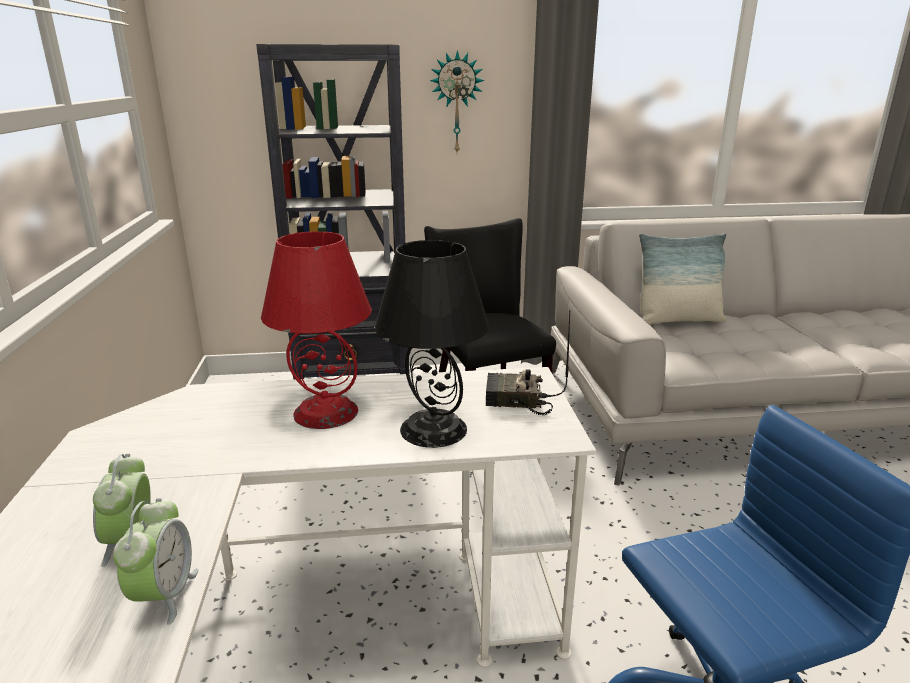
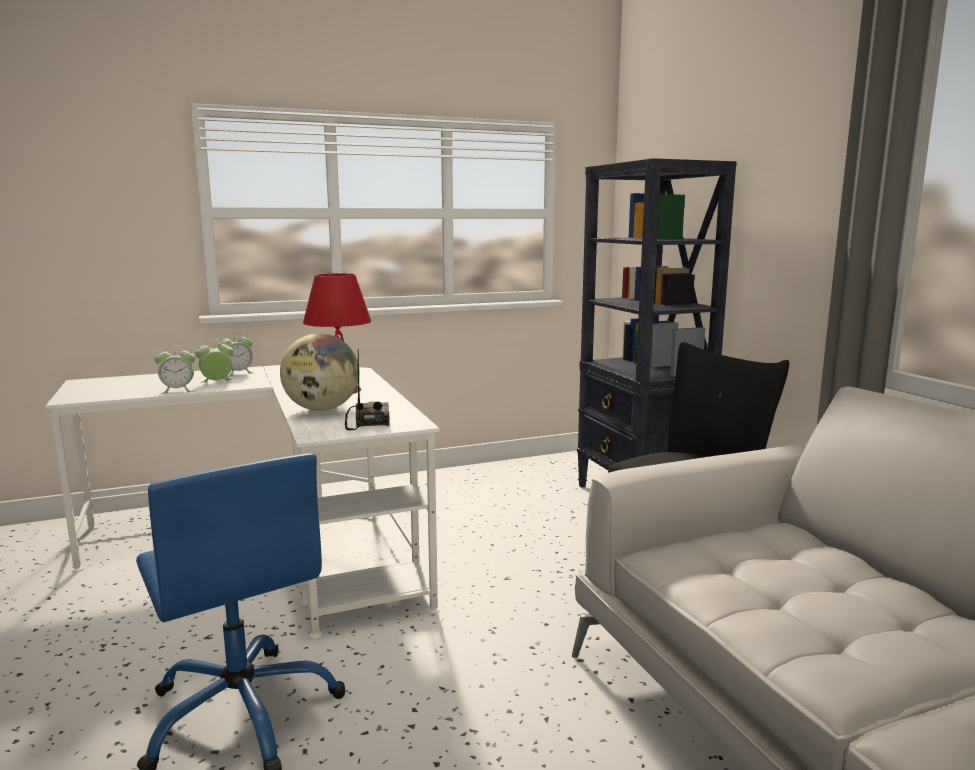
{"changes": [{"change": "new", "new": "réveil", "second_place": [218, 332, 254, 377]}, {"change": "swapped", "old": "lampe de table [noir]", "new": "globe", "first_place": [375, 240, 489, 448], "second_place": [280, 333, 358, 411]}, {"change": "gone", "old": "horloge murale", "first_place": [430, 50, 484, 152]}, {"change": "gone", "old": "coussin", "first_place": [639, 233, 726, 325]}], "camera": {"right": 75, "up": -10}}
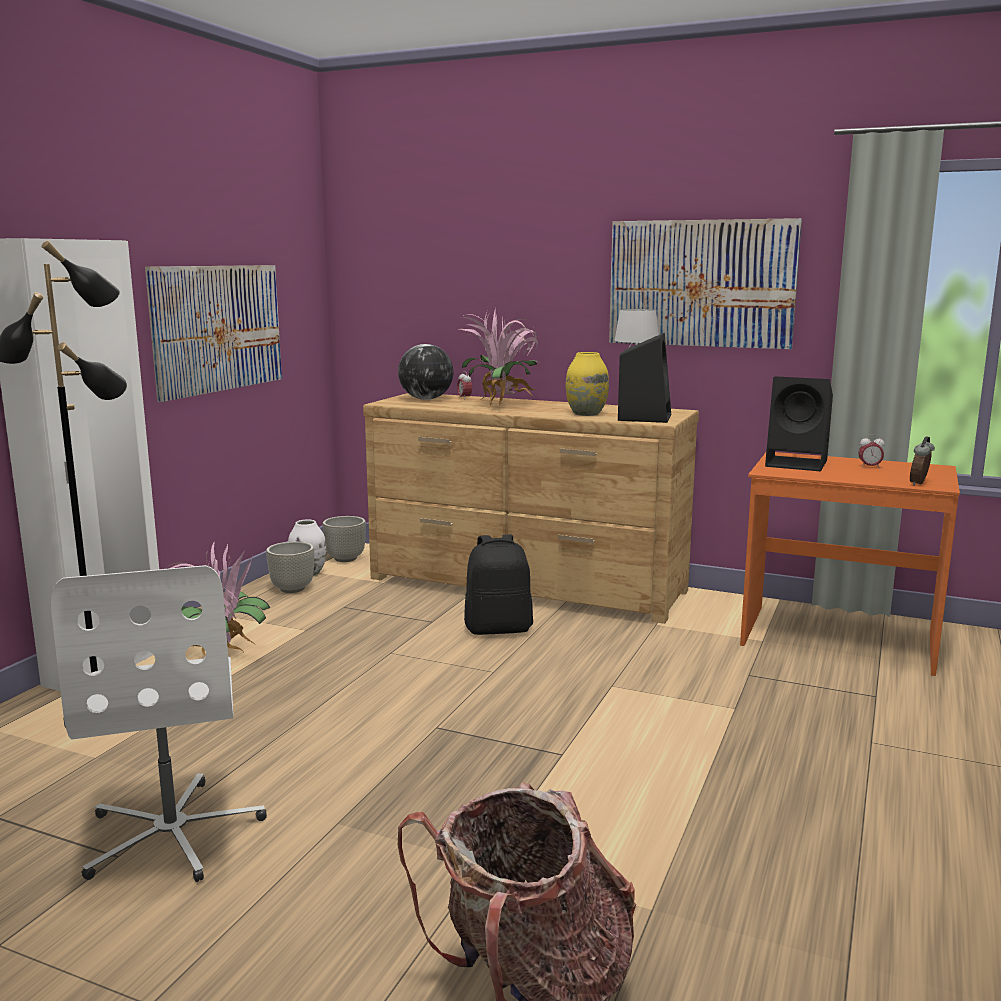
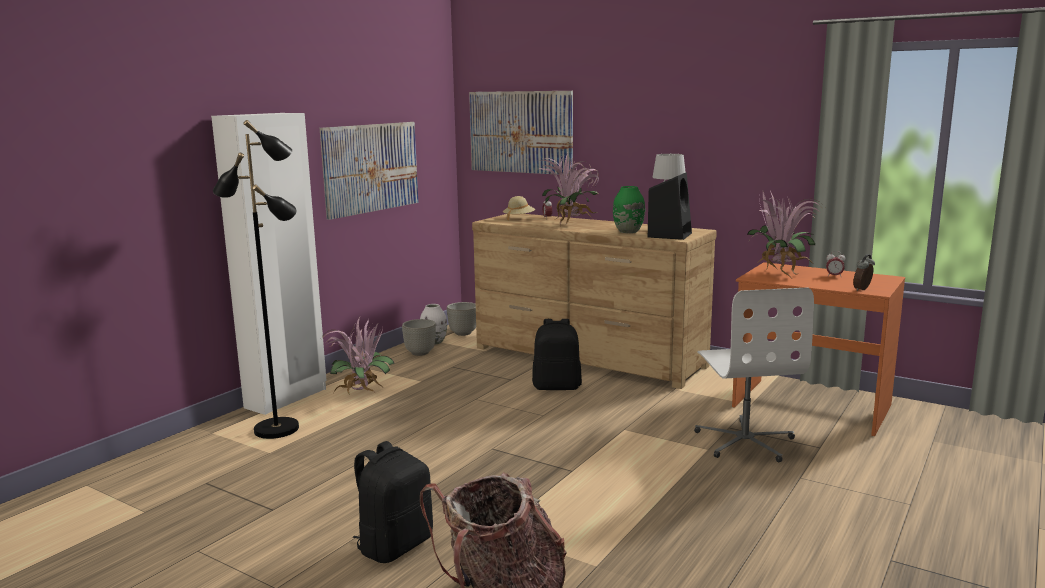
{"changes": [{"change": "new", "new": "sac à dos [noir]", "second_place": [353, 441, 433, 563]}, {"change": "shifted", "old": "tableau", "first_place": [609, 218, 802, 349], "second_place": [469, 91, 573, 175]}, {"change": "swapped", "old": "globe", "new": "chapeau [beige]", "first_place": [398, 344, 453, 400], "second_place": [503, 196, 535, 221]}, {"change": "repainted", "old": "vase [jaune]", "new": "vase [vert]", "first_place": [566, 352, 609, 416], "second_place": [613, 186, 645, 233]}, {"change": "shifted", "old": "chaise de bureau [blanc]", "first_place": [51, 565, 267, 882], "second_place": [694, 287, 814, 462]}, {"change": "swapped", "old": "enceinte [noir]", "new": "plante en pot", "first_place": [765, 376, 833, 471], "second_place": [747, 191, 824, 277]}], "camera": {"right": 10, "up": 0}}
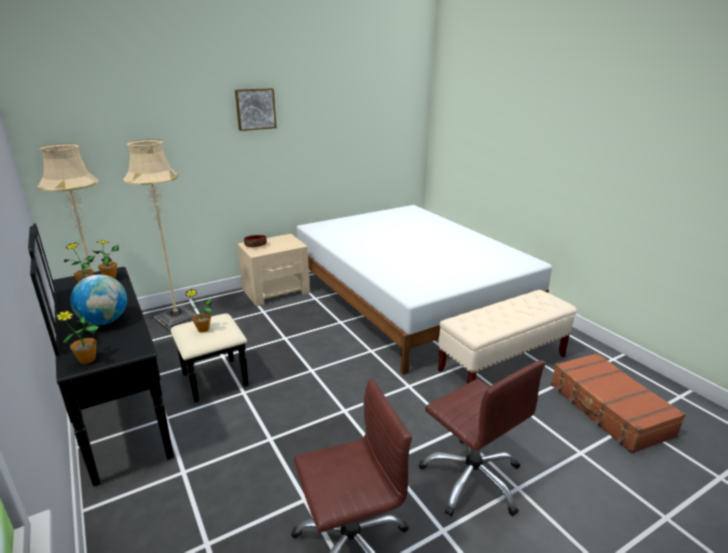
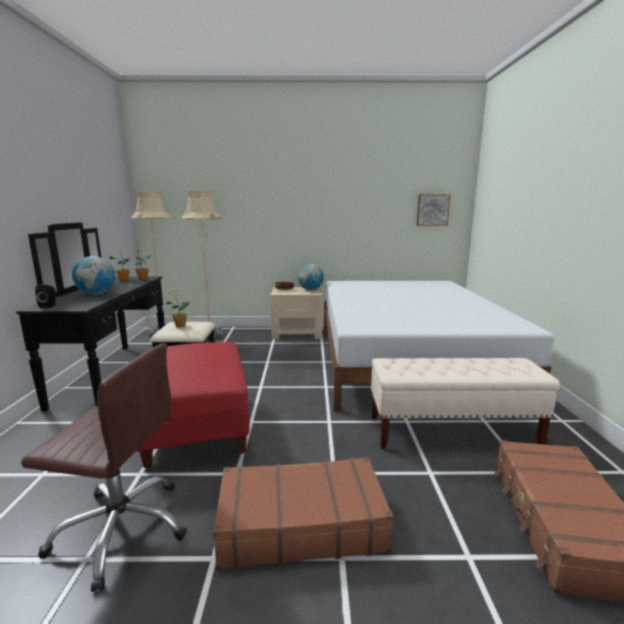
{"changes": [{"change": "swapped", "old": "plante en pot", "new": "enceinte [noir]", "first_place": [55, 311, 99, 364], "second_place": [35, 285, 56, 308]}, {"change": "new", "new": "pouf [rouge]", "second_place": [137, 342, 250, 469]}, {"change": "swapped", "old": "chaise de bureau [marron]", "new": "valise [marron]", "first_place": [419, 360, 545, 517], "second_place": [213, 457, 393, 570]}, {"change": "new", "new": "globe", "second_place": [298, 264, 324, 290]}, {"change": "shifted", "old": "tableau", "first_place": [235, 88, 277, 131], "second_place": [417, 194, 451, 226]}], "camera": {"right": 30, "up": -10}}
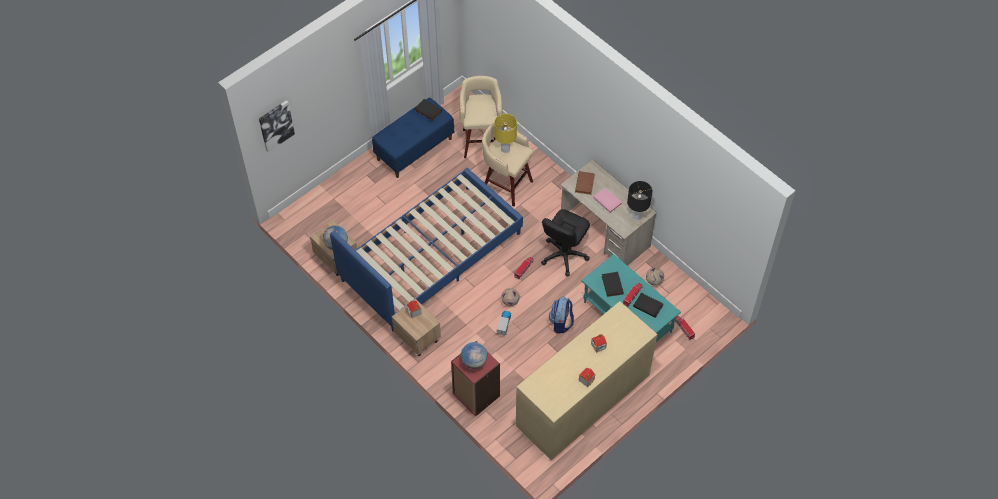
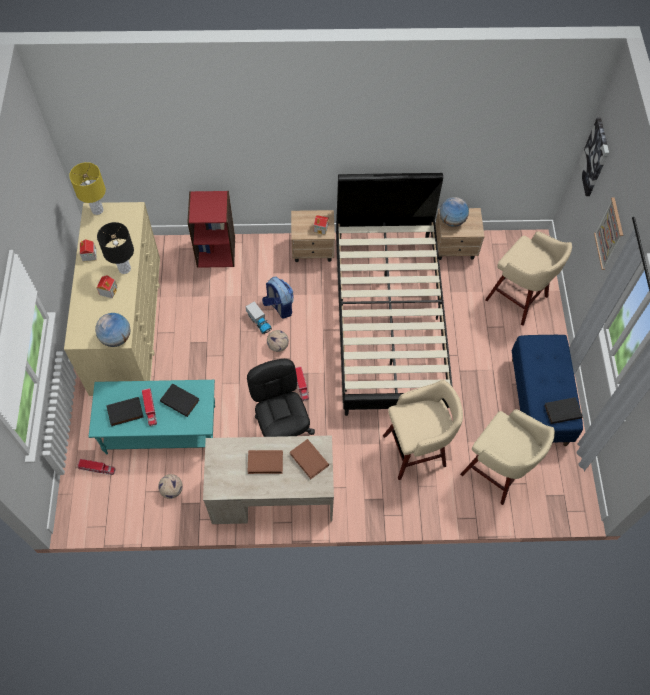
{"changes": [{"change": "shifted", "old": "lampe de table [jaune]", "first_place": [494, 114, 517, 153], "second_place": [69, 162, 106, 215]}, {"change": "shifted", "old": "globe", "first_place": [461, 342, 488, 369], "second_place": [95, 313, 130, 347]}, {"change": "shifted", "old": "lampe de table [noir]", "first_place": [627, 181, 652, 220], "second_place": [97, 222, 134, 274]}, {"change": "repainted", "old": "livre [rose]", "new": "livre [marron]", "first_place": [593, 188, 622, 213], "second_place": [248, 450, 283, 474]}, {"change": "shifted", "old": "sac à dos", "first_place": [549, 296, 574, 333], "second_place": [262, 277, 294, 319]}, {"change": "repainted", "old": "lit [bleu]", "new": "lit [noir]", "first_place": [330, 168, 523, 331], "second_place": [336, 173, 453, 416]}, {"change": "new", "new": "tabouret [beige]", "second_place": [485, 231, 572, 326]}, {"change": "new", "new": "tableau", "second_place": [594, 197, 623, 270]}], "camera": {"right": 130, "up": 5}}
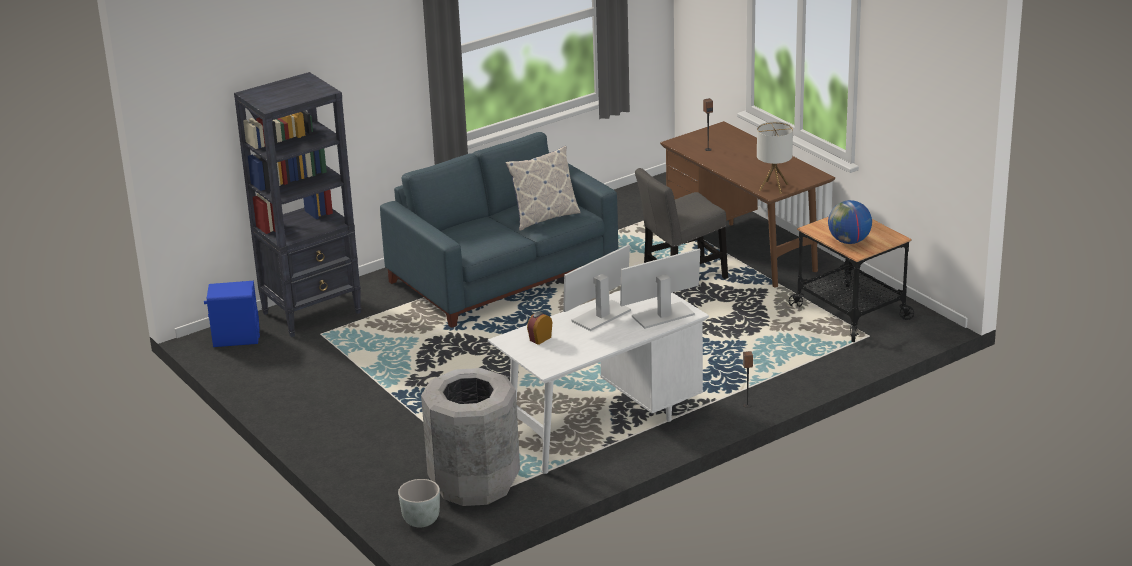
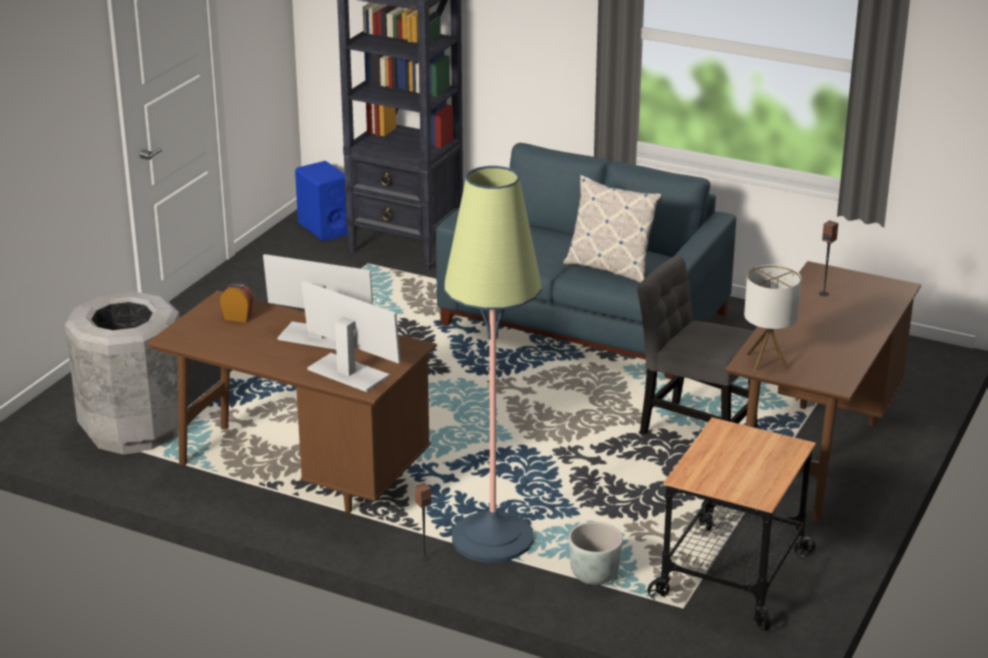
{"changes": [{"change": "repainted", "old": "bureau [blanc]", "new": "bureau [marron]", "first_place": [488, 290, 709, 474], "second_place": [147, 290, 436, 514]}, {"change": "new", "new": "lampadaire", "second_place": [444, 166, 542, 563]}, {"change": "shifted", "old": "cache-pot [gris]", "first_place": [398, 479, 440, 527], "second_place": [569, 522, 623, 585]}, {"change": "gone", "old": "globe", "first_place": [828, 200, 872, 244]}], "camera": {"right": 60, "up": 0}}
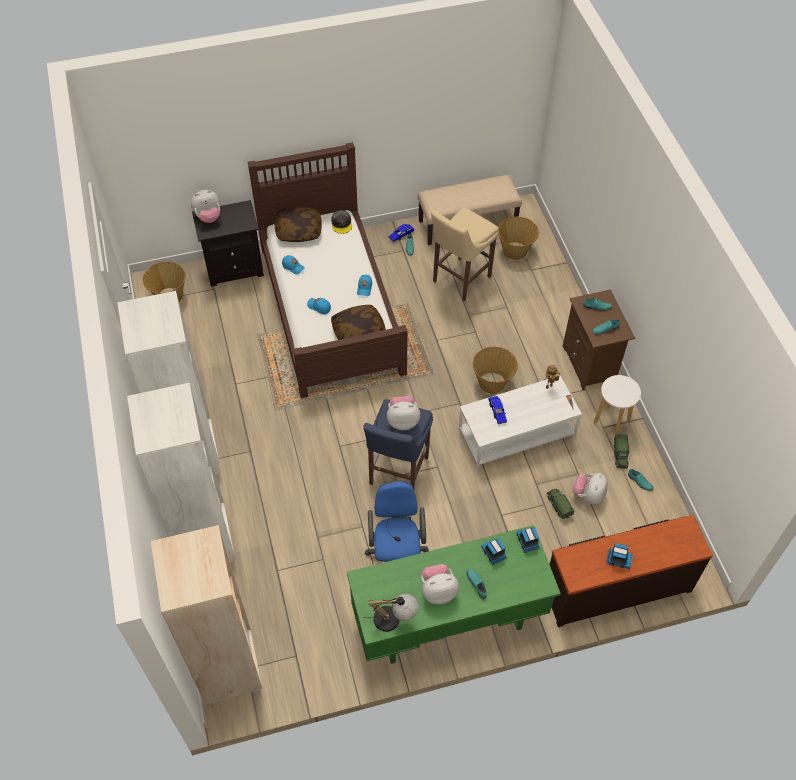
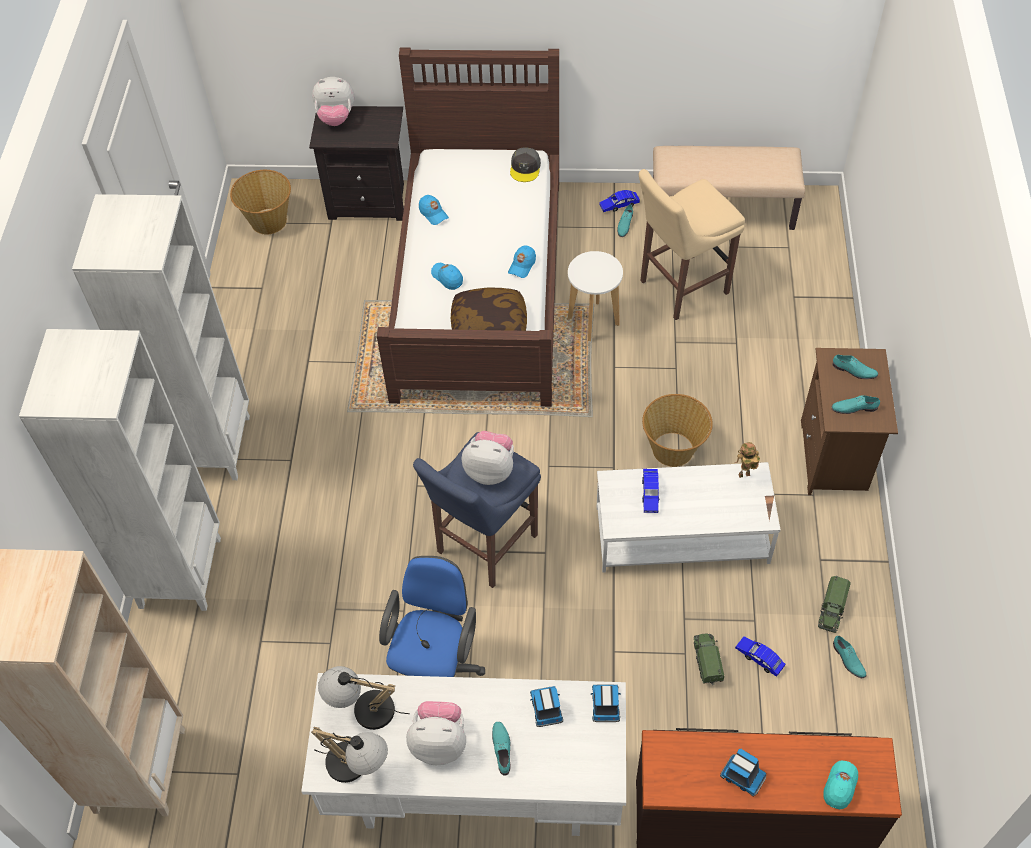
{"changes": [{"change": "repainted", "old": "bureau [vert]", "new": "bureau [blanc]", "first_place": [347, 525, 561, 664], "second_place": [301, 673, 626, 836]}, {"change": "new", "new": "lampe de table", "second_place": [318, 666, 410, 730]}, {"change": "shifted", "old": "tabouret [blanc]", "first_place": [593, 375, 641, 435], "second_place": [568, 251, 623, 341]}, {"change": "swapped", "old": "peluche", "new": "petite voiture [bleu]", "first_place": [573, 473, 607, 505], "second_place": [735, 636, 785, 677]}, {"change": "new", "new": "casquette [turquoise]", "second_place": [823, 760, 858, 810]}, {"change": "gone", "old": "coussin", "first_place": [275, 207, 322, 242]}, {"change": "gone", "old": "panier", "first_place": [498, 217, 539, 260]}], "camera": {"right": 20, "up": 0}}
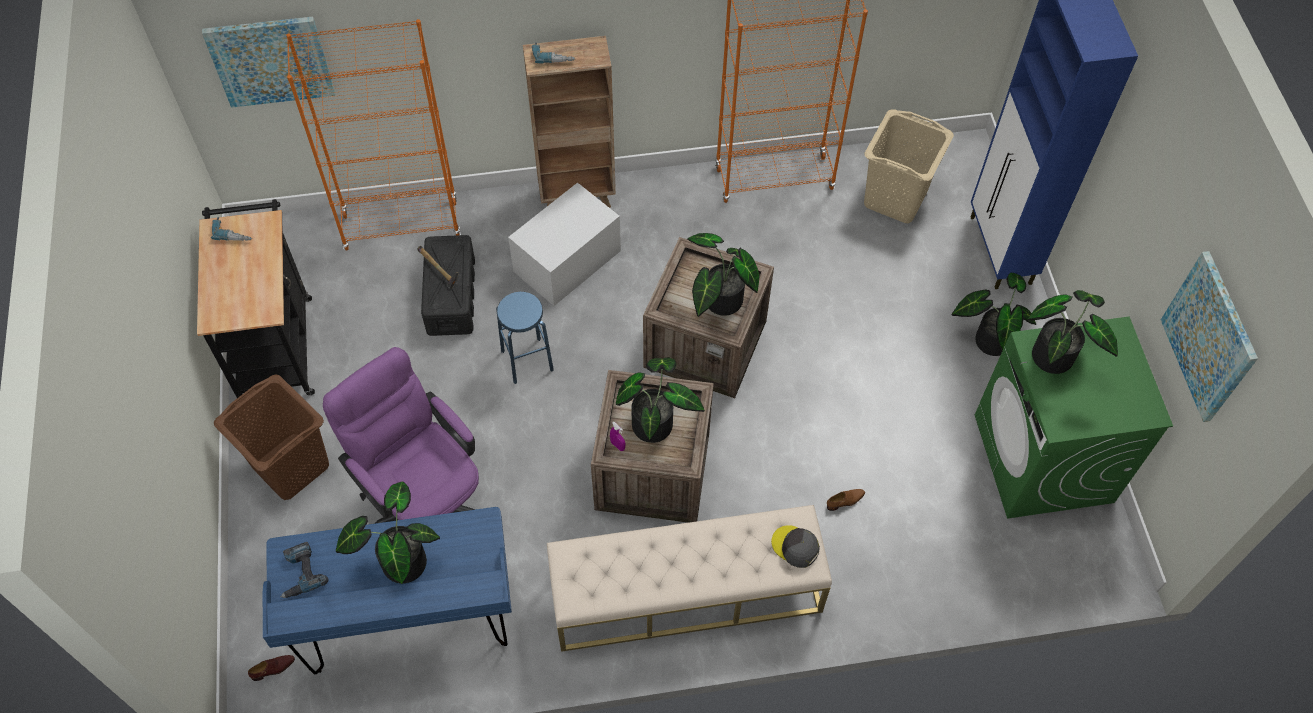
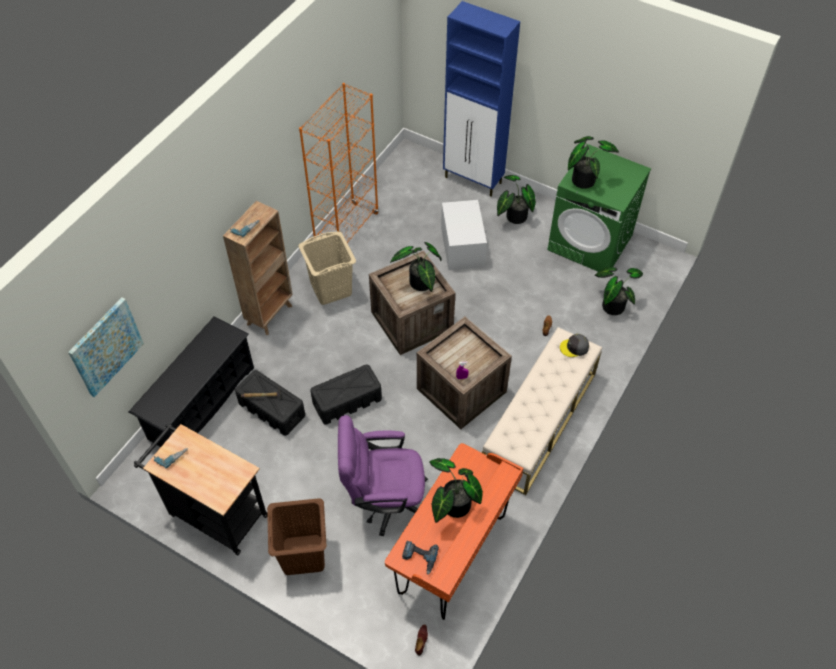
{"changes": [{"change": "swapped", "old": "bibliothèque [orange]", "new": "étagère à chaussures [noir]", "first_place": [286, 19, 461, 251], "second_place": [128, 316, 254, 447]}, {"change": "shifted", "old": "panier à linge [beige]", "first_place": [864, 109, 954, 223], "second_place": [298, 231, 356, 305]}, {"change": "swapped", "old": "tabouret [bleu]", "new": "boîte de rangement [noir]", "first_place": [496, 292, 554, 384], "second_place": [310, 364, 382, 425]}, {"change": "repainted", "old": "bureau [bleu]", "new": "bureau [orange]", "first_place": [263, 507, 512, 674], "second_place": [385, 443, 523, 620]}, {"change": "shifted", "old": "boîte de rangement [blanc]", "first_place": [508, 182, 621, 306], "second_place": [441, 200, 487, 270]}, {"change": "shifted", "old": "plante en pot", "first_place": [616, 357, 705, 443], "second_place": [595, 267, 643, 315]}, {"change": "gone", "old": "tableau", "first_place": [1161, 251, 1258, 422]}], "camera": {"right": -50, "up": -5}}
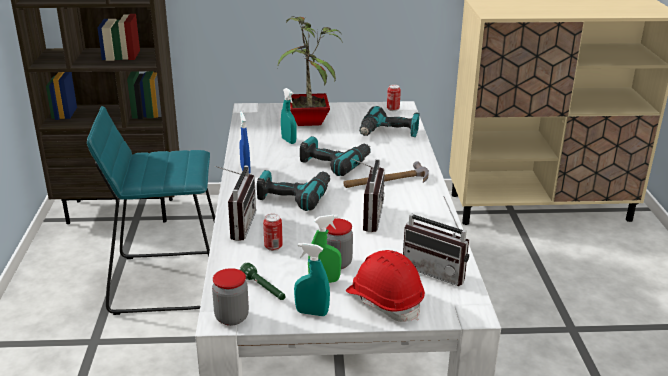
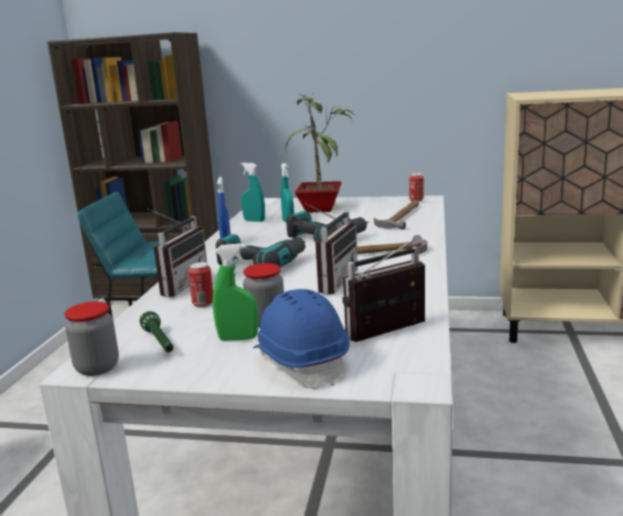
{"changes": [{"change": "shifted", "old": "vaporisateur [turquoise]", "first_place": [294, 243, 330, 316], "second_place": [241, 163, 265, 222]}, {"change": "repainted", "old": "casque de chantier [rouge]", "new": "casque de chantier [bleu]", "first_place": [346, 250, 425, 322], "second_place": [253, 289, 349, 386]}, {"change": "rotated", "old": "radio", "first_place": [403, 196, 469, 286], "second_place": [342, 240, 425, 342], "degrees": 105}, {"change": "swapped", "old": "perceuse", "new": "marteau", "first_place": [359, 106, 419, 137], "second_place": [374, 201, 419, 230]}], "camera": {"right": 15, "up": -10}}
